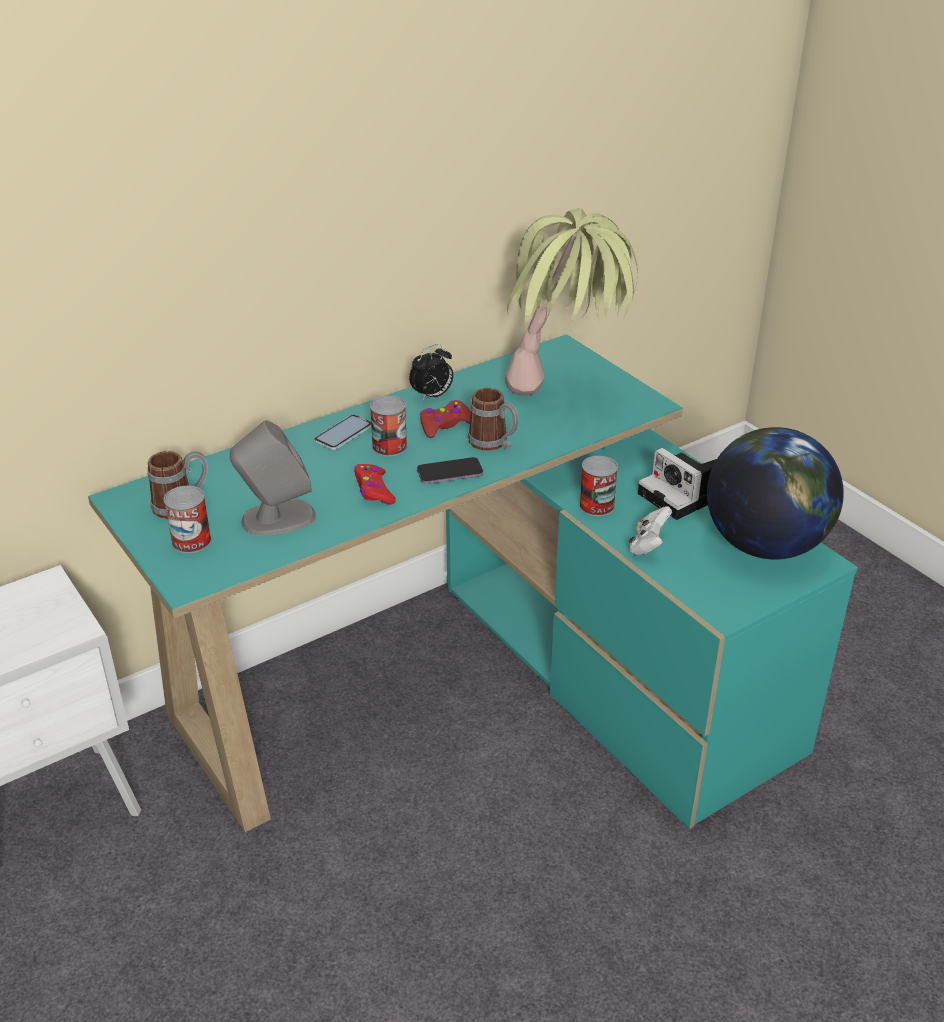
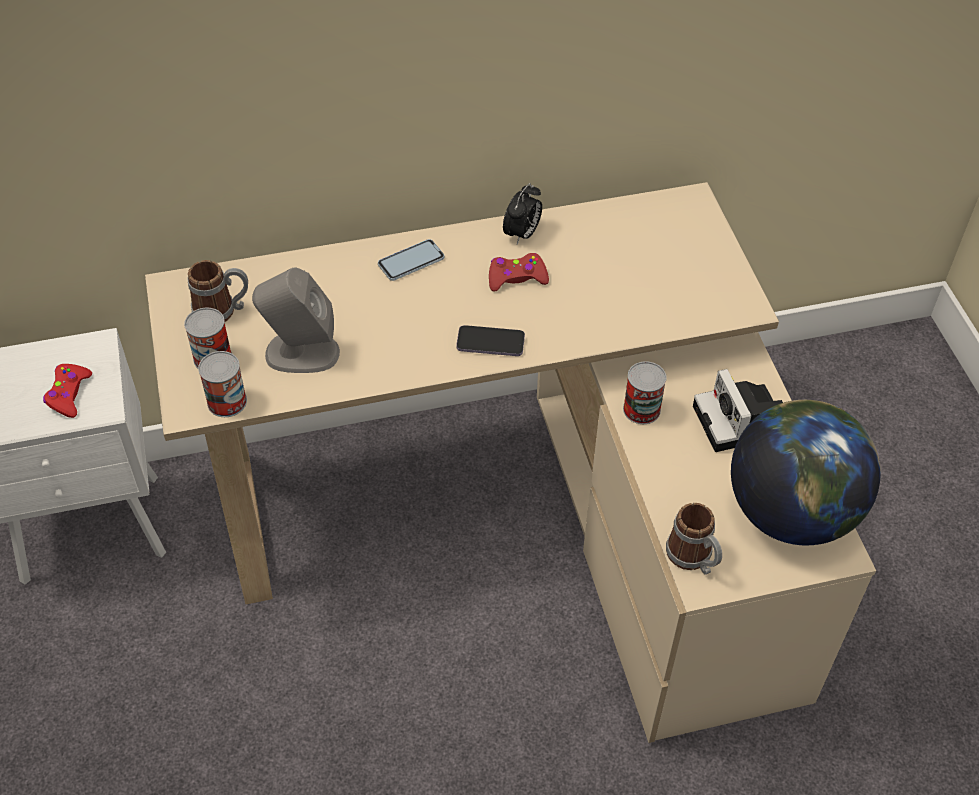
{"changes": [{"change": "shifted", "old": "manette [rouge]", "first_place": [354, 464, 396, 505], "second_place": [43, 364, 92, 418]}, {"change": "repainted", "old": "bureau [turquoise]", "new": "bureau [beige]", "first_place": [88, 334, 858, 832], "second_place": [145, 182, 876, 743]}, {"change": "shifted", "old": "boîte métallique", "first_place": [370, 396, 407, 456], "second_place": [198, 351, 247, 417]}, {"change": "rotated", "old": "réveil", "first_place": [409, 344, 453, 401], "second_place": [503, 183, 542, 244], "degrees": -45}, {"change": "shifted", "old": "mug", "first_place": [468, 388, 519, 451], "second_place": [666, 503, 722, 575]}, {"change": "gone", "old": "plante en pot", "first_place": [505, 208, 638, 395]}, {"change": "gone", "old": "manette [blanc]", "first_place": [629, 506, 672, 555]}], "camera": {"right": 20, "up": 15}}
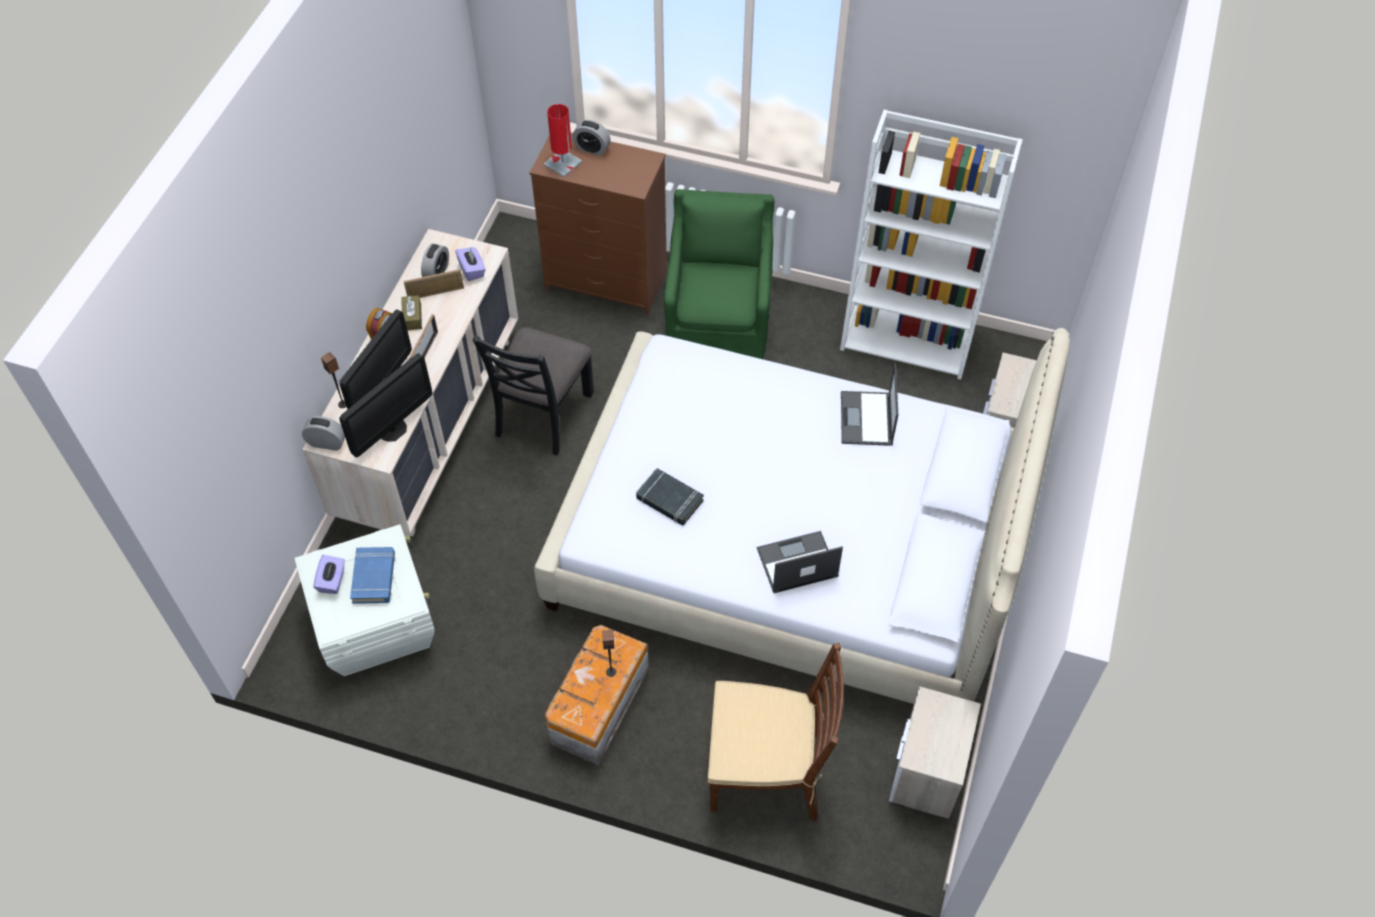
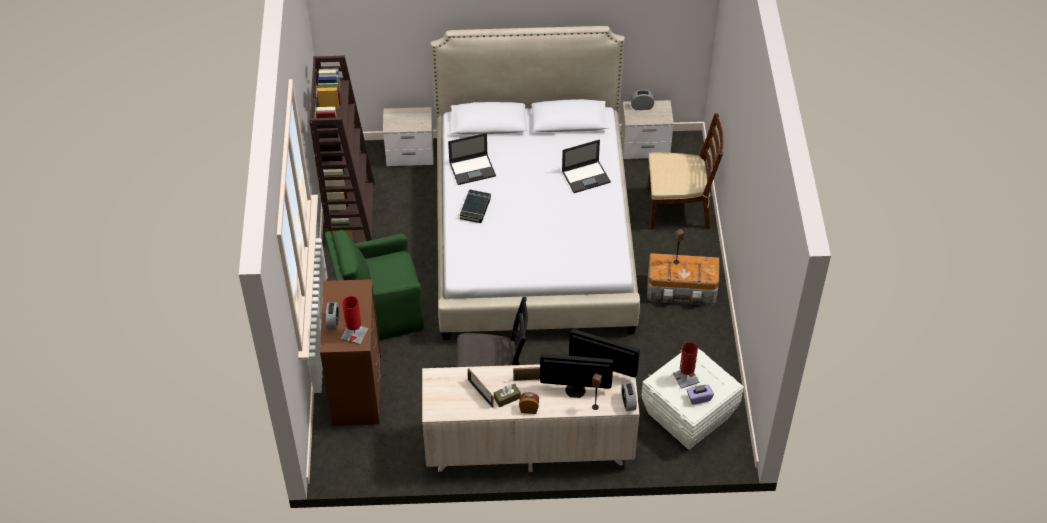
{"changes": [{"change": "repainted", "old": "bibliothèque [blanc]", "new": "bibliothèque [marron]", "first_place": [840, 110, 1023, 379], "second_place": [309, 56, 375, 243]}, {"change": "shifted", "old": "livre [noir]", "first_place": [636, 468, 704, 526], "second_place": [460, 189, 491, 223]}, {"change": "rotated", "old": "ordinateur portable", "first_place": [757, 531, 843, 593], "second_place": [562, 139, 611, 193], "degrees": -75}, {"change": "shifted", "old": "réveil", "first_place": [421, 243, 449, 277], "second_place": [631, 90, 654, 110]}, {"change": "rotated", "old": "chaise [marron]", "first_place": [708, 643, 844, 821], "second_place": [648, 113, 723, 229], "degrees": 105}, {"change": "swapped", "old": "livre [bleu]", "new": "lampe de table [rouge]", "first_place": [350, 547, 395, 604], "second_place": [673, 342, 699, 389]}, {"change": "gone", "old": "boîte à mouchoirs [violet]", "first_place": [455, 247, 485, 281]}], "camera": {"right": -110, "up": -5}}
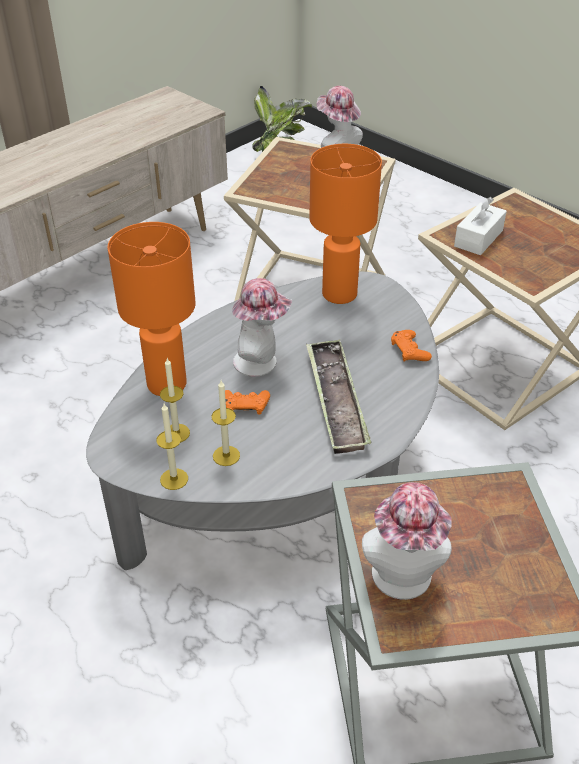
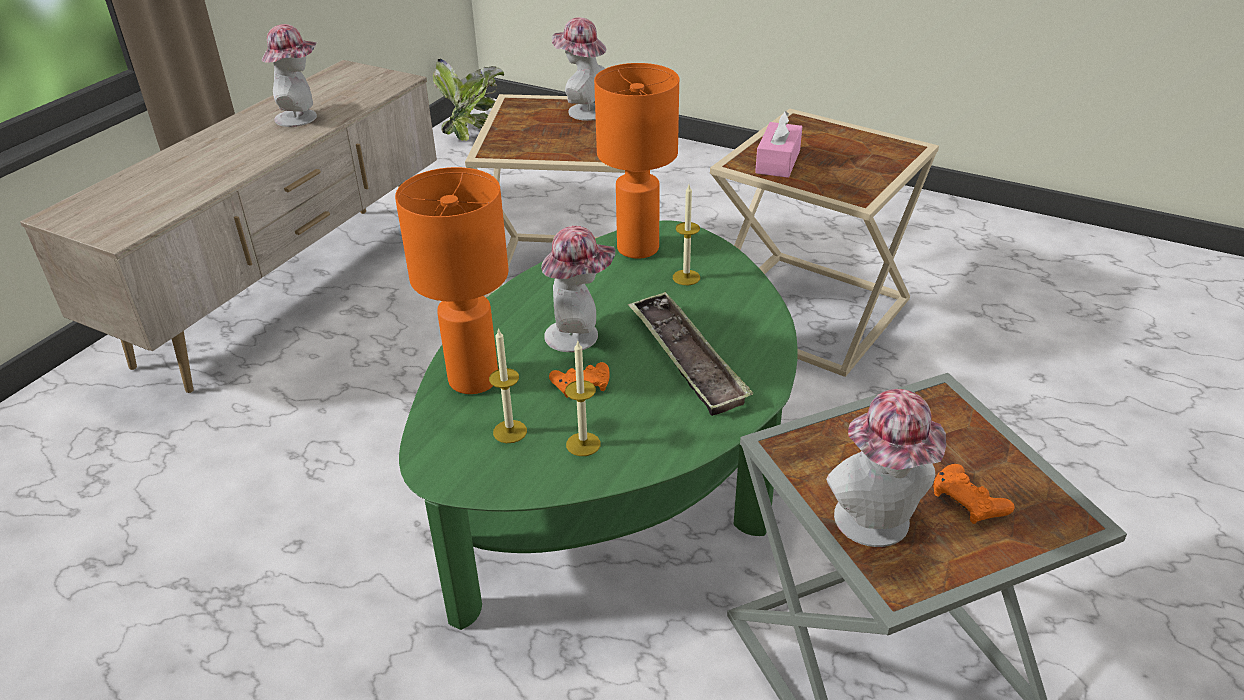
{"changes": [{"change": "new", "new": "chapeau", "second_place": [262, 24, 317, 127]}, {"change": "repainted", "old": "table basse [gris]", "new": "table basse [vert]", "first_place": [86, 271, 439, 570], "second_place": [399, 221, 798, 630]}, {"change": "shifted", "old": "bougie", "first_place": [156, 404, 188, 490], "second_place": [673, 185, 700, 285]}, {"change": "repainted", "old": "boîte à mouchoirs [blanc]", "new": "boîte à mouchoirs [rose]", "first_place": [454, 197, 507, 255], "second_place": [755, 111, 803, 178]}, {"change": "shifted", "old": "manette [orange]", "first_place": [391, 330, 432, 362], "second_place": [933, 464, 1015, 524]}], "camera": {"right": -15, "up": -5}}
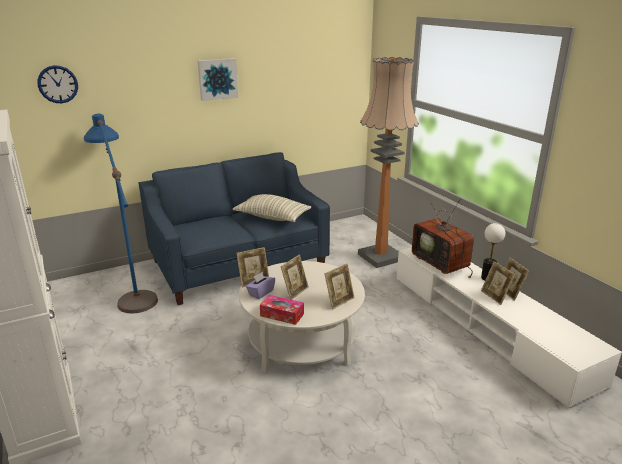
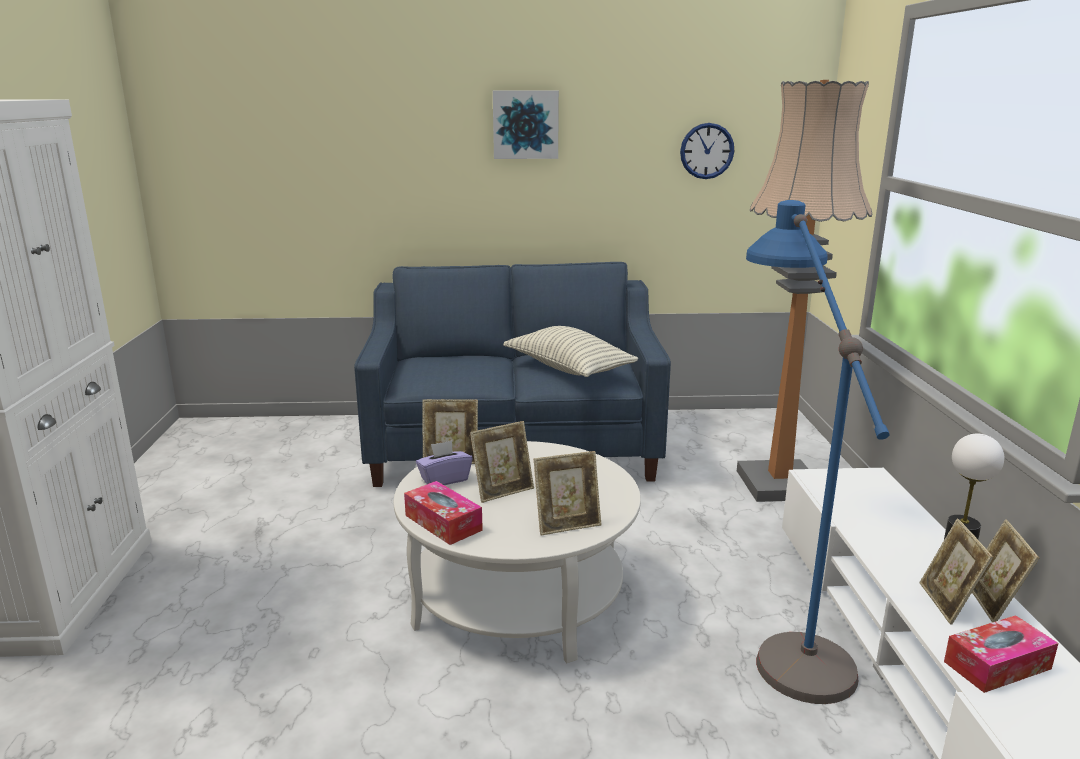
{"changes": [{"change": "shifted", "old": "horloge murale", "first_place": [37, 65, 78, 103], "second_place": [680, 123, 734, 179]}, {"change": "shifted", "old": "lampadaire [bleu]", "first_place": [84, 114, 158, 313], "second_place": [746, 200, 890, 704]}, {"change": "new", "new": "boîte à mouchoirs", "second_place": [944, 615, 1059, 693]}, {"change": "gone", "old": "téléviseur", "first_place": [412, 196, 474, 278]}], "camera": {"right": 25, "up": -5}}
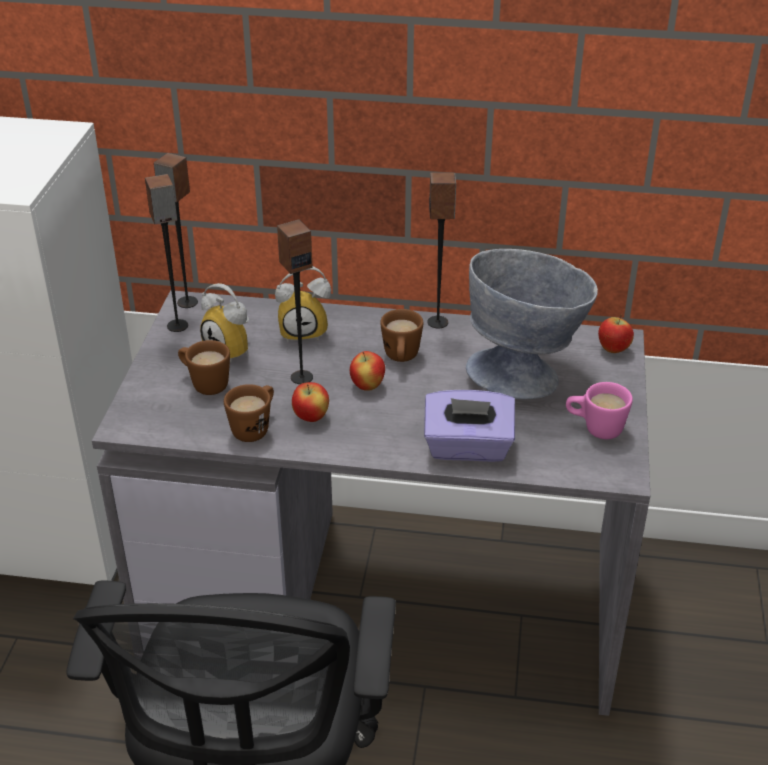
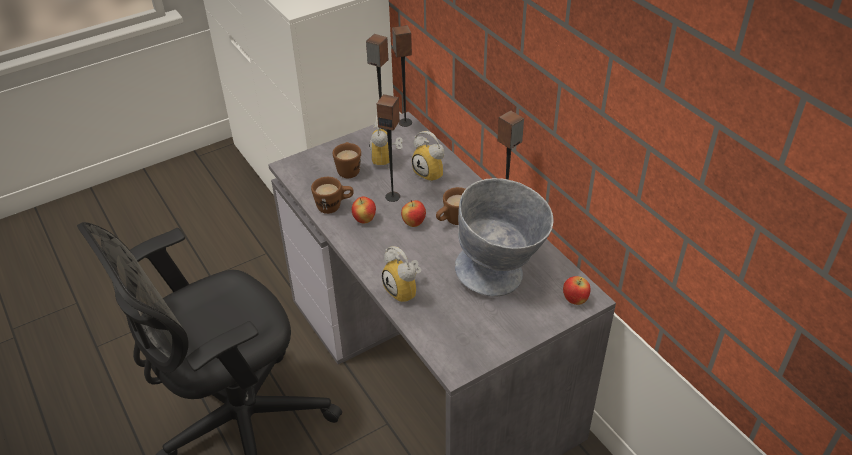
{"changes": [{"change": "swapped", "old": "boîte à mouchoirs [violet]", "new": "réveil", "first_place": [424, 390, 515, 462], "second_place": [382, 246, 421, 303]}, {"change": "gone", "old": "mug [rose]", "first_place": [566, 382, 633, 439]}], "camera": {"right": 50, "up": 5}}
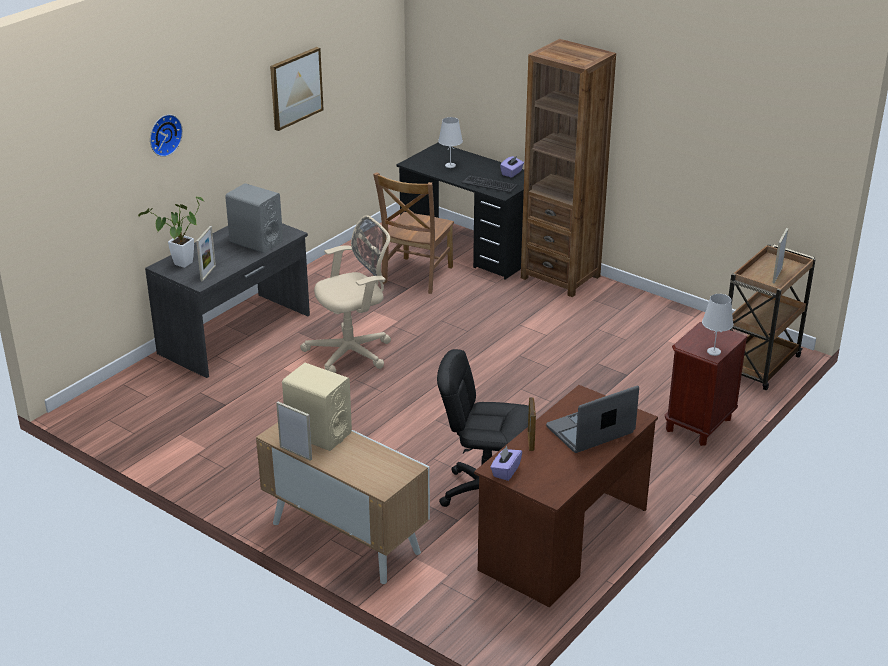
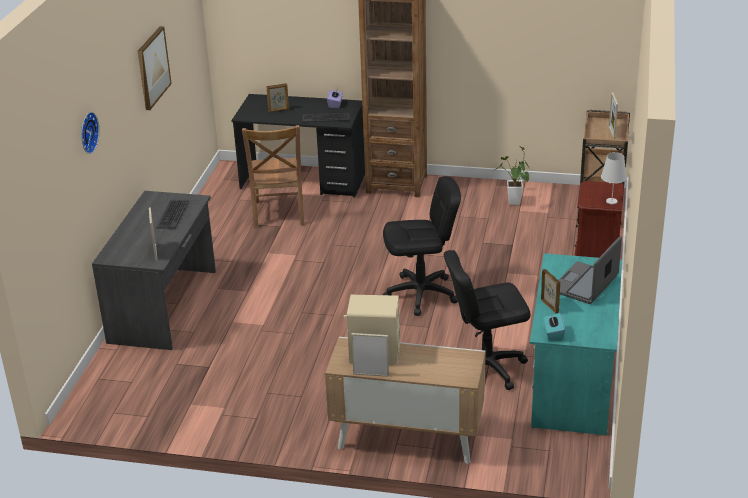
{"changes": [{"change": "swapped", "old": "enceinte [gris]", "new": "clavier", "first_place": [225, 183, 283, 253], "second_place": [156, 200, 189, 228]}, {"change": "swapped", "old": "lampe de table [blanc]", "new": "cadre photo", "first_place": [438, 117, 463, 168], "second_place": [267, 83, 289, 112]}, {"change": "new", "new": "chaise de bureau [noir]", "second_place": [383, 176, 461, 316]}, {"change": "shifted", "old": "plante en pot", "first_place": [138, 195, 204, 268], "second_place": [493, 146, 530, 205]}, {"change": "repainted", "old": "bureau [marron]", "new": "bureau [turquoise]", "first_place": [474, 385, 658, 607], "second_place": [530, 253, 622, 436]}, {"change": "repainted", "old": "boîte à mouchoirs [violet]", "new": "boîte à mouchoirs [turquoise]", "first_place": [490, 446, 522, 481], "second_place": [543, 313, 565, 341]}, {"change": "gone", "old": "chaise de bureau [beige]", "first_place": [300, 215, 391, 373]}], "camera": {"right": -25, "up": 0}}
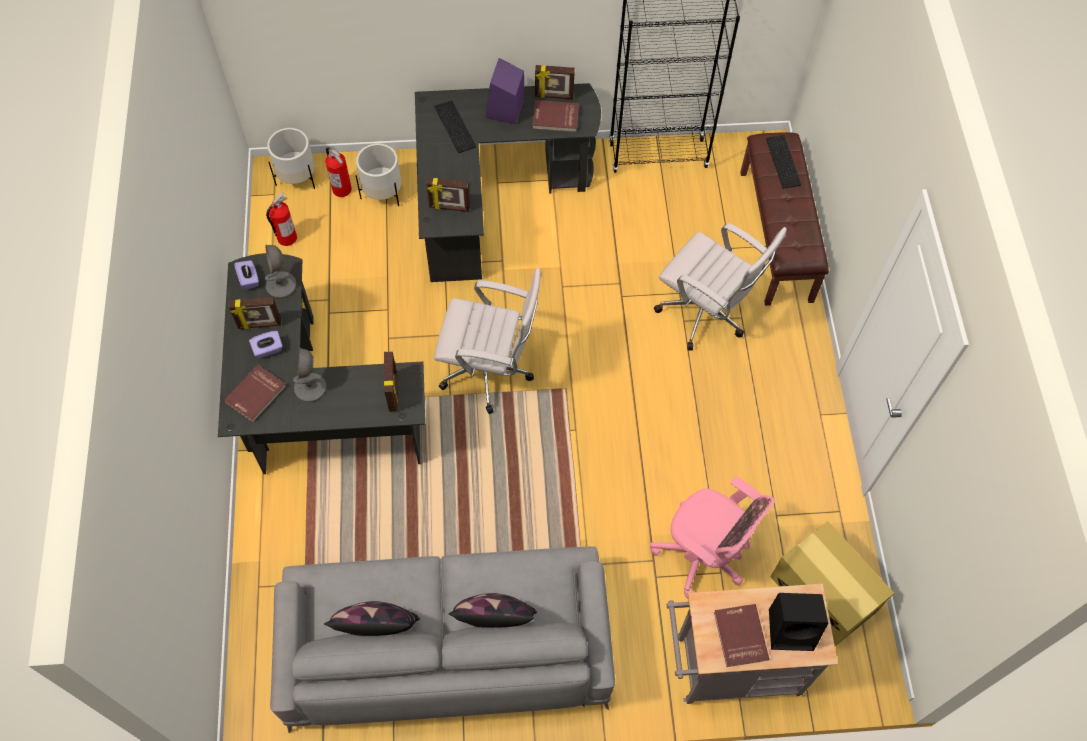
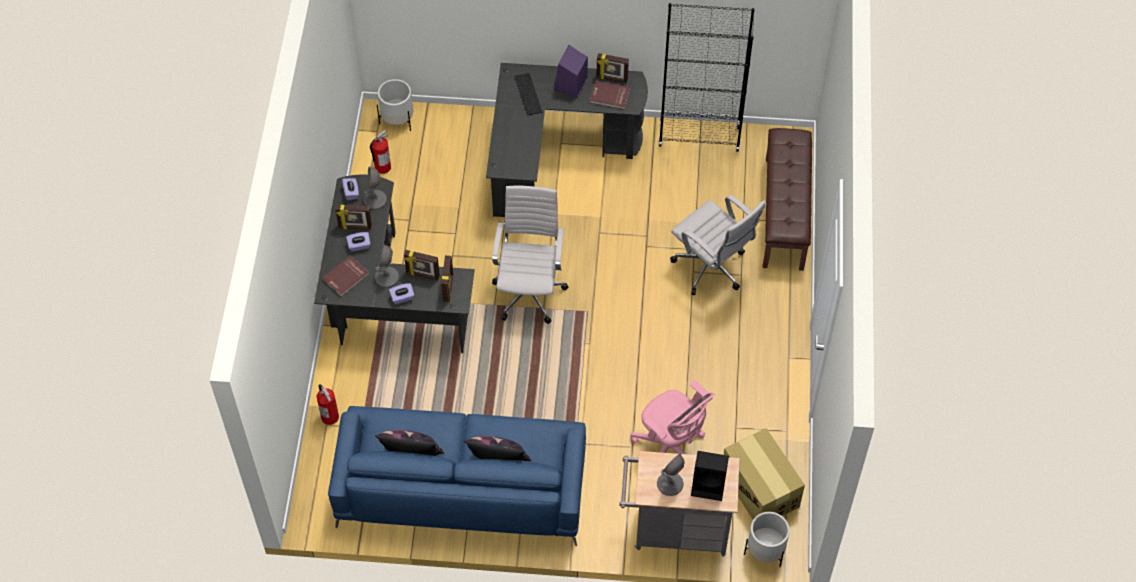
{"changes": [{"change": "shifted", "old": "extincteur", "first_place": [325, 147, 352, 197], "second_place": [317, 384, 339, 425]}, {"change": "repainted", "old": "canapé [gris]", "new": "canapé [bleu]", "first_place": [270, 546, 615, 733], "second_place": [328, 406, 586, 546]}, {"change": "new", "new": "boîte à mouchoirs [violet]", "second_place": [389, 283, 414, 304]}, {"change": "shifted", "old": "cadre photo", "first_place": [426, 177, 470, 212], "second_place": [404, 250, 440, 280]}, {"change": "rotated", "old": "chaise de bureau [blanc]", "first_place": [434, 268, 541, 414], "second_place": [492, 186, 568, 324], "degrees": -105}, {"change": "swapped", "old": "livre [rouge]", "new": "lampe de table [gris]", "first_place": [714, 604, 769, 667], "second_place": [657, 454, 685, 496]}, {"change": "shifted", "old": "cache-pot [blanc]", "first_place": [356, 143, 401, 206], "second_place": [744, 512, 790, 567]}, {"change": "gone", "old": "clavier", "first_place": [766, 135, 801, 188]}], "camera": {"right": 10, "up": -5}}
